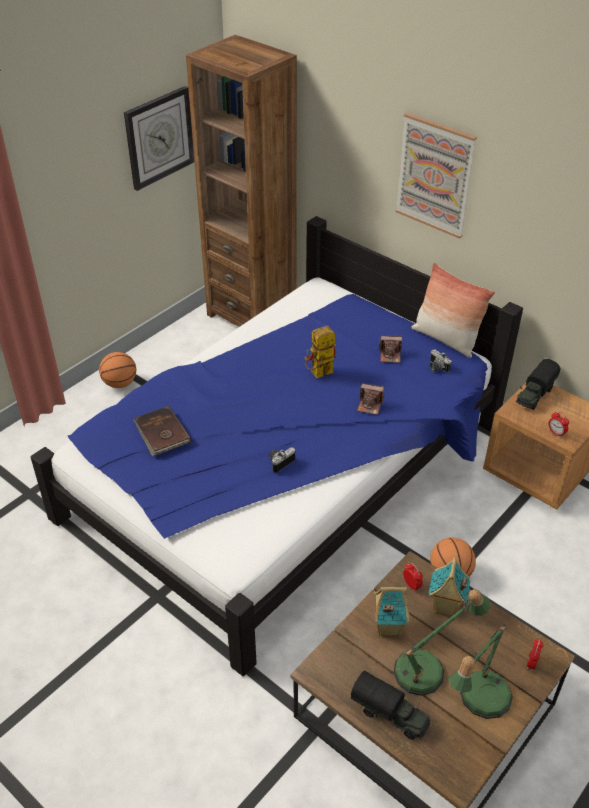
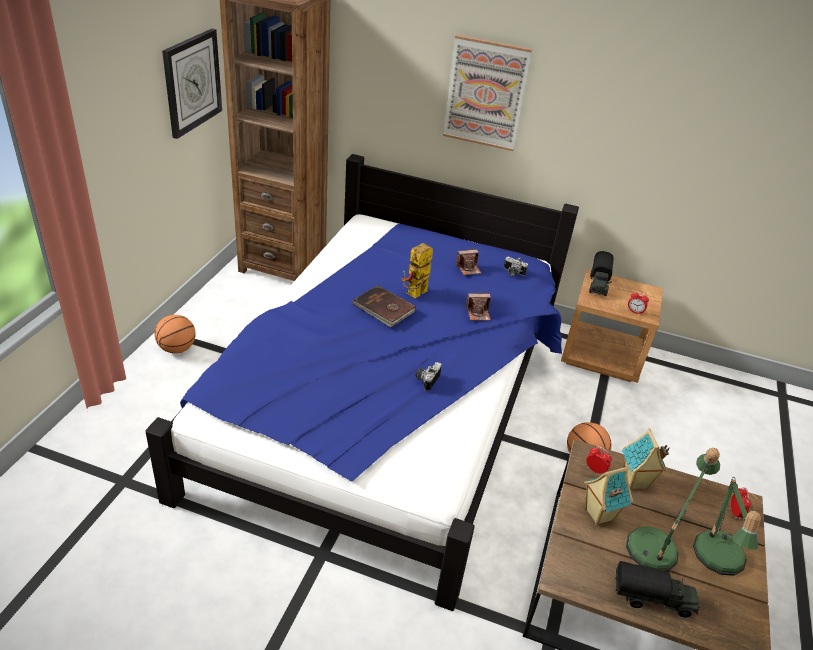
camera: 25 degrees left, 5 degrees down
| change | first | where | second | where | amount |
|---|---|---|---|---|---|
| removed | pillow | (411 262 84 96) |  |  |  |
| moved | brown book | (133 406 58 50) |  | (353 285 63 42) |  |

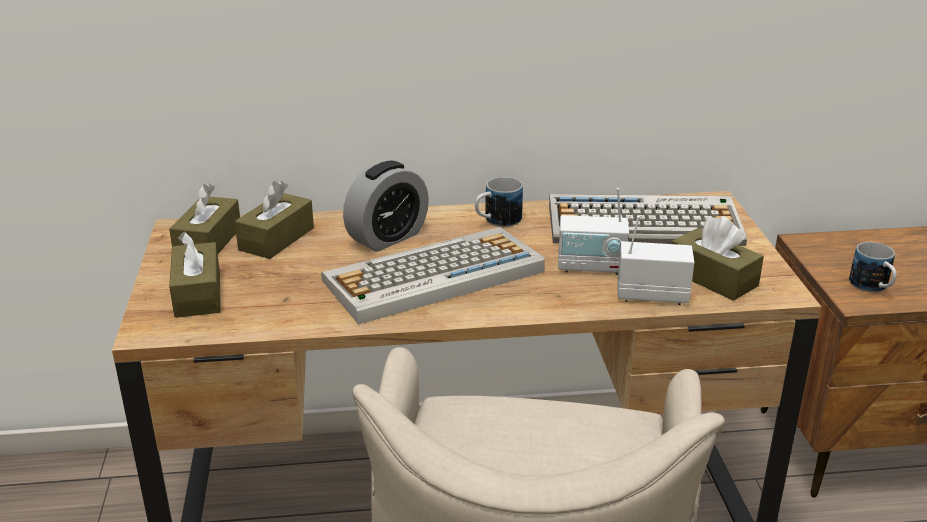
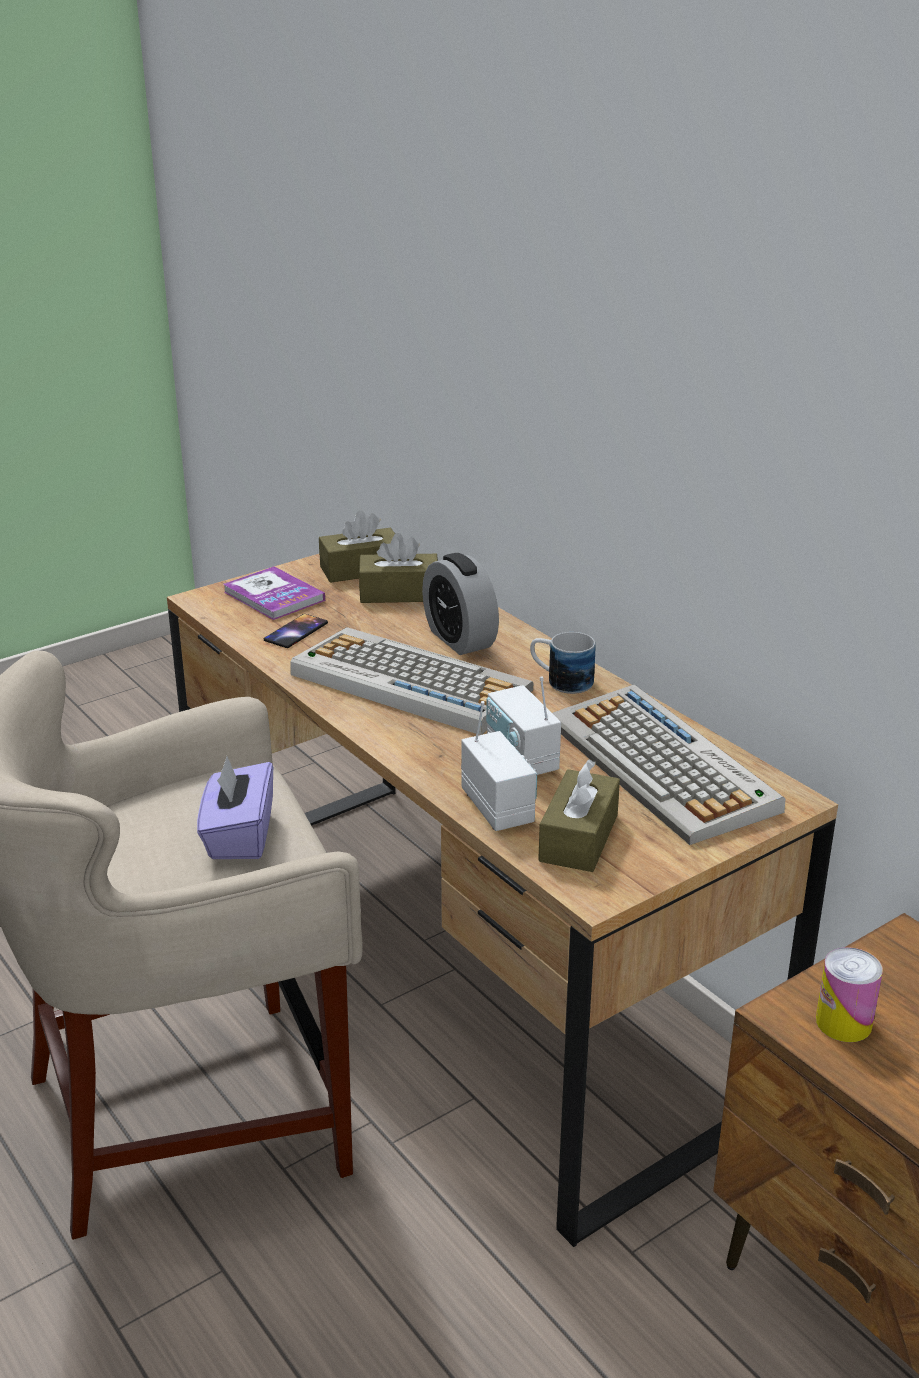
camera: 60 degrees right, 0 degrees up
| change | first | where | second | where | amount |
|---|---|---|---|---|---|
| turned | alarm clock | (343 161 86 91) |  | (422 553 77 102) | 45 degrees clockwise |
| replaced | brown tissue box | (169 232 52 86) | book | (223 567 102 53) |  |
| replaced | mug | (849 242 48 50) | can | (816 947 67 95) |  |
| added |  |  | phone | (264 614 64 34) |  |
| added |  |  | purple tissue box | (197 756 76 103) |  |

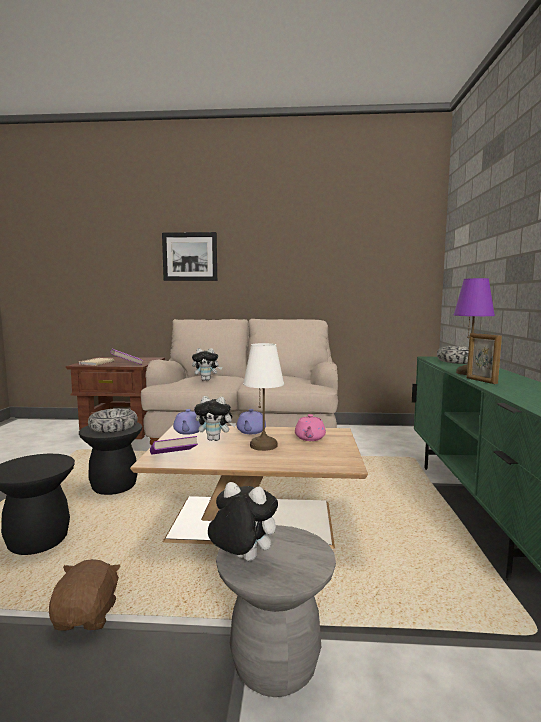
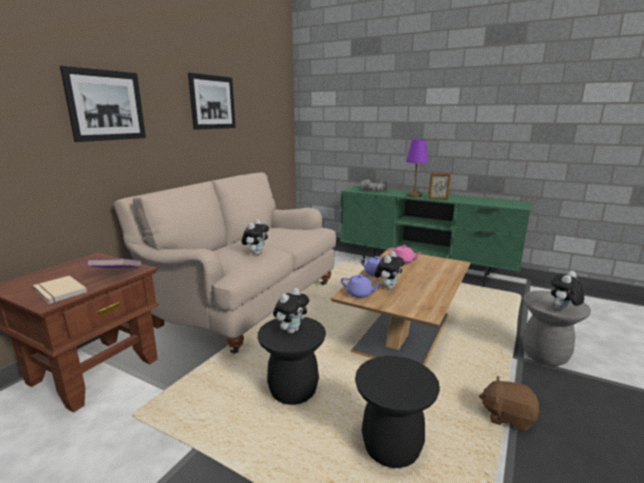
camera: 65 degrees left, 10 degrees up
| change | first | where | second | where | amount |
|---|---|---|---|---|---|
| removed | white table lamp | (243 343 41 108) |  |  |  |
| replaced | bowl | (88 408 50 25) | plush toy | (273 288 36 46) |  |
| removed | purple book | (150 436 48 18) |  |  |  |
| added |  |  | picture | (188 73 48 57) |  |

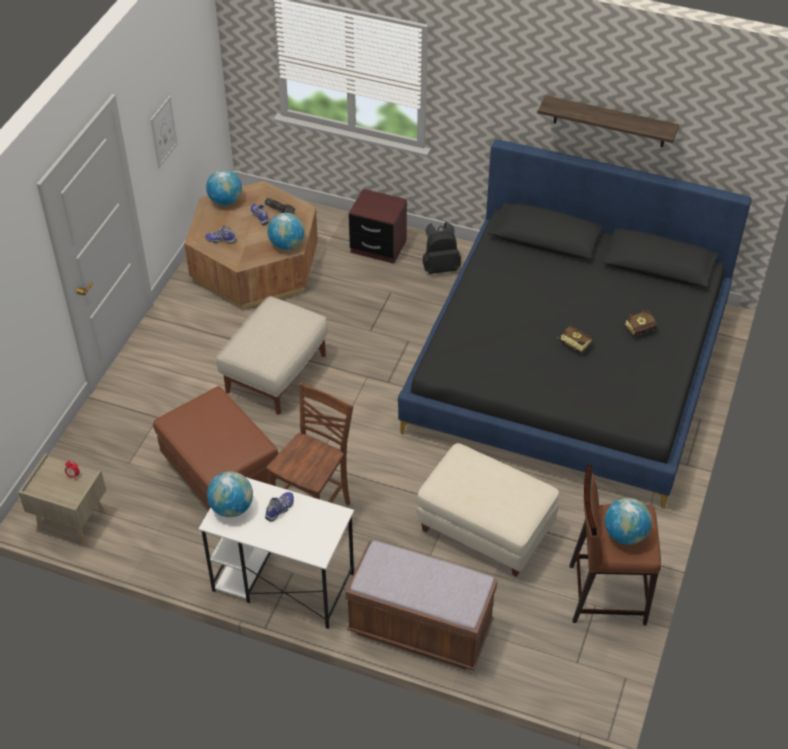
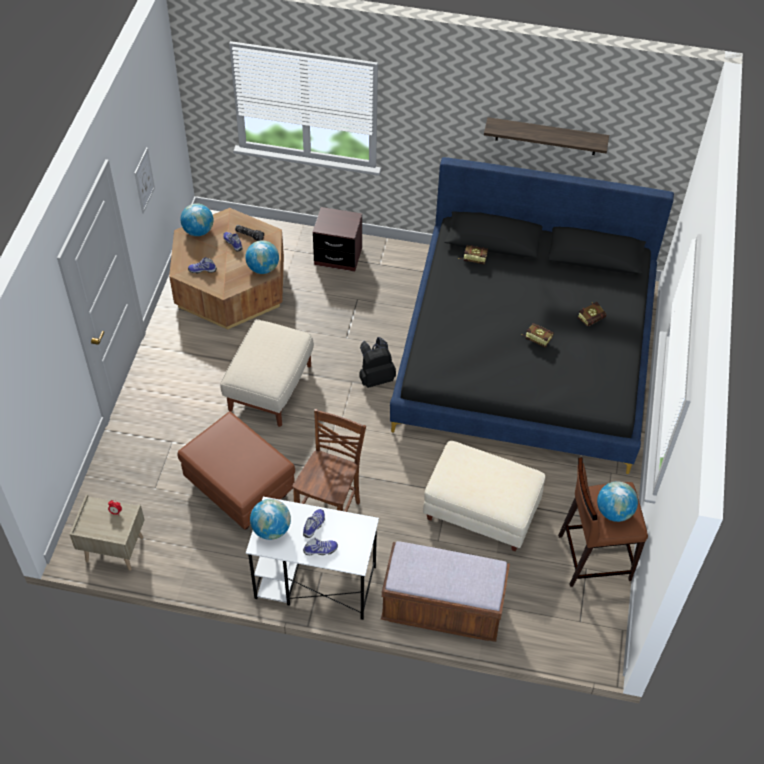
camera: 10 degrees left, 5 degrees up
| change | first | where | second | where | amount |
|---|---|---|---|---|---|
| moved | black backpack | (423 221 38 53) |  | (359 337 37 51) |  |
| added |  |  | book | (458 245 30 20) |  |
| added |  |  | shoe | (303 538 35 17) |  |

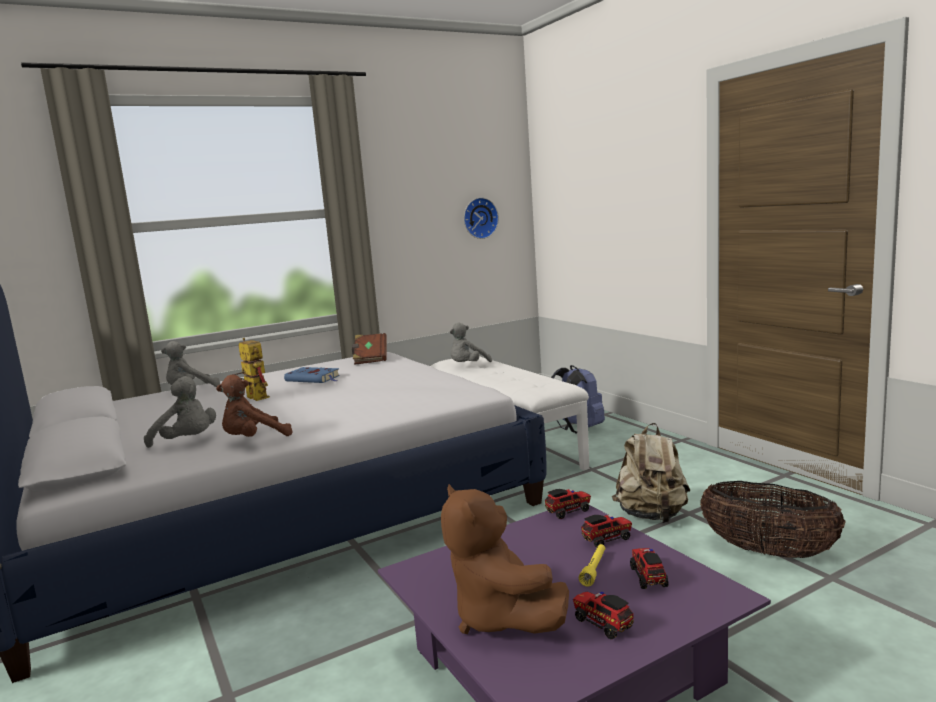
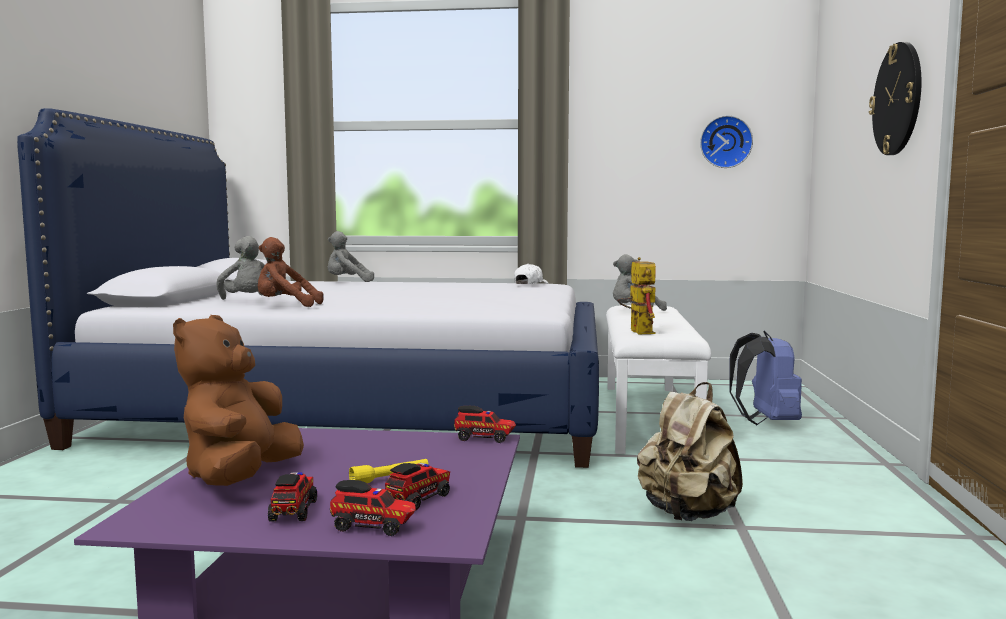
camera: 35 degrees right, 5 degrees down
| change | first | where | second | where | amount |
|---|---|---|---|---|---|
| replaced | brown book | (352 333 35 32) | white cap | (514 263 35 21) |  |
| moved | toy robot | (232 338 38 63) |  | (618 257 38 77) |  |
| removed | blue book | (284 367 56 16) |  |  |  |
| removed | basket | (700 481 146 77) |  |  |  |
| moved | toy truck | (581 515 51 33) |  | (330 480 86 56) |  |
| added |  |  | wall clock | (869 42 52 113) |  |

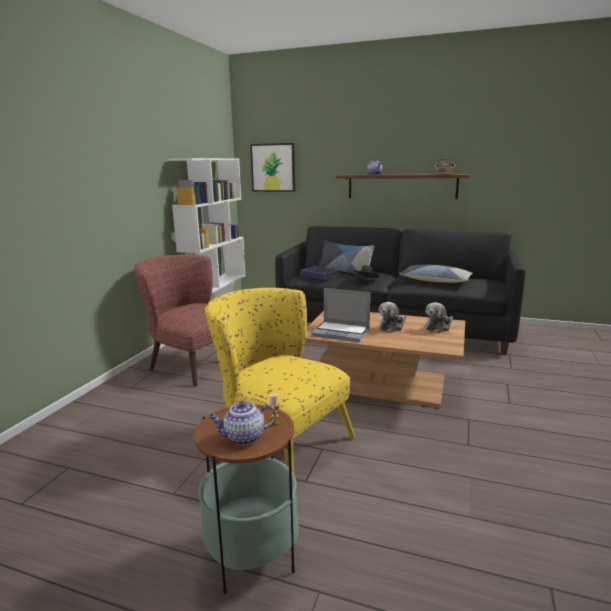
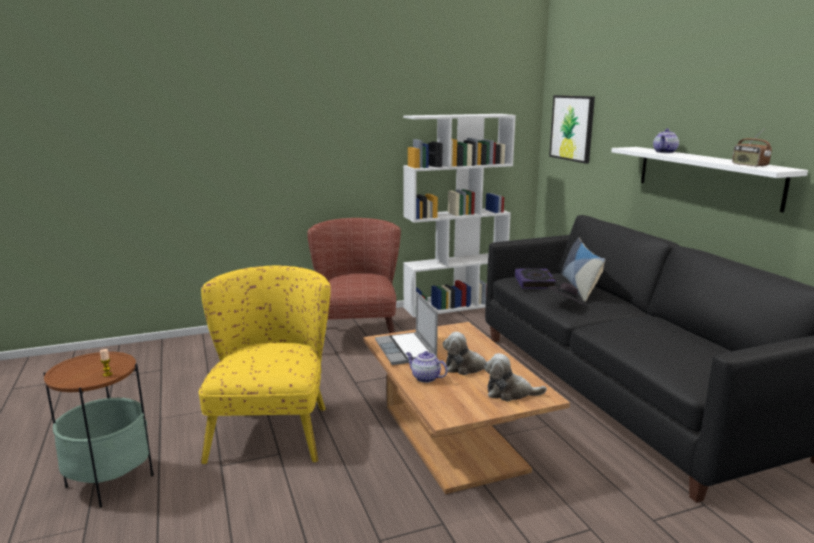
camera: 50 degrees right, 0 degrees up
| change | first | where | second | where | amount |
|---|---|---|---|---|---|
| recoloured | brown shelf | (336 174 133 25) | white shelf | (611 147 197 66) |  |
| removed | pillow | (399 264 74 19) |  |  |  |
| moved | teapot | (209 401 68 44) |  | (406 351 42 32) |  |

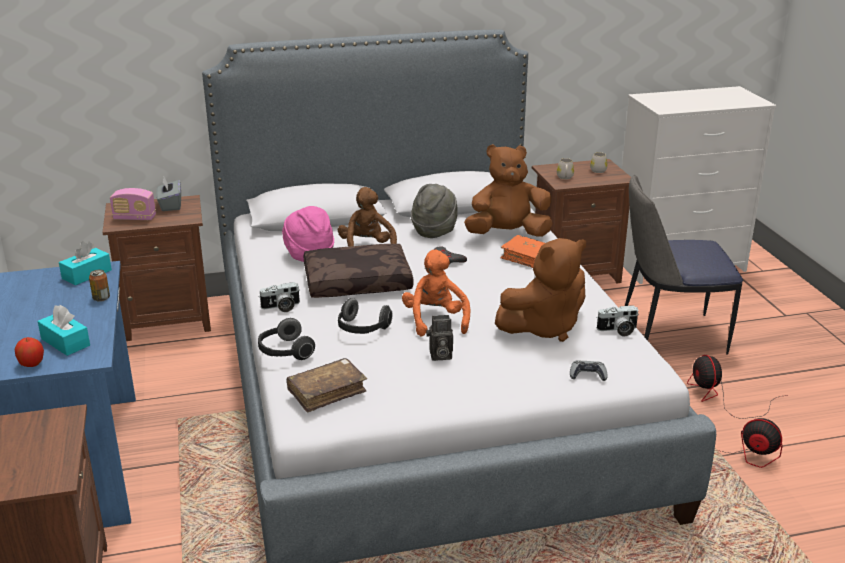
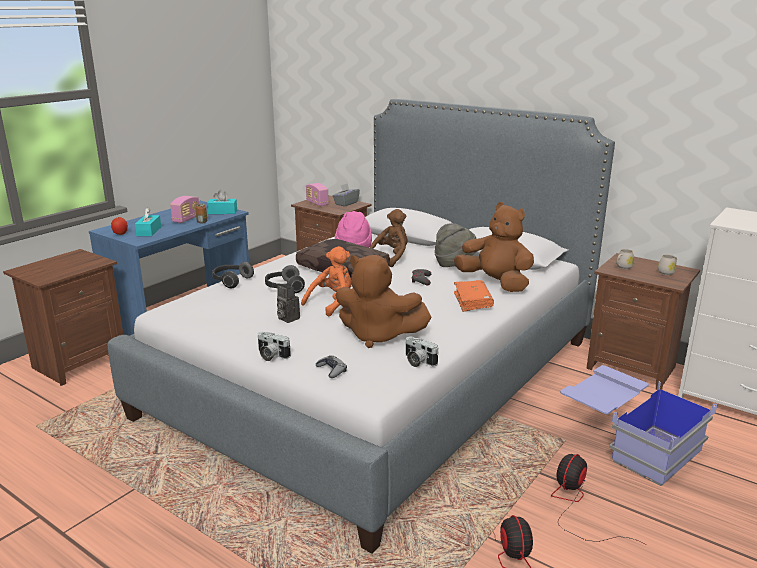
camera: 50 degrees right, 5 degrees down
| change | first | where | second | where | amount |
|---|---|---|---|---|---|
| replaced | chair | (625 175 118 180) | blue storage box | (560 365 157 121) |  |
| moved | photo camera | (260 282 40 30) |  | (258 332 33 29) |  |
| removed | brown book | (287 358 80 55) |  |  |  |
| added |  |  | radio | (170 196 29 27) |  |

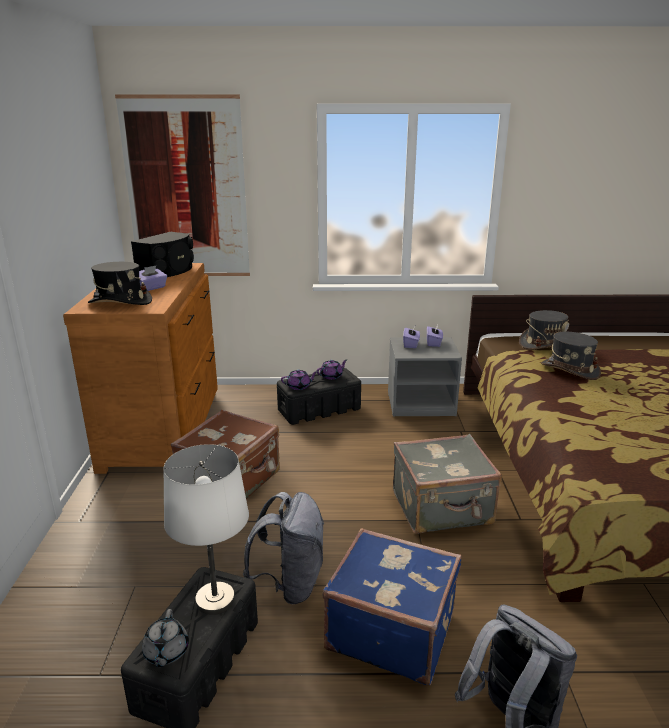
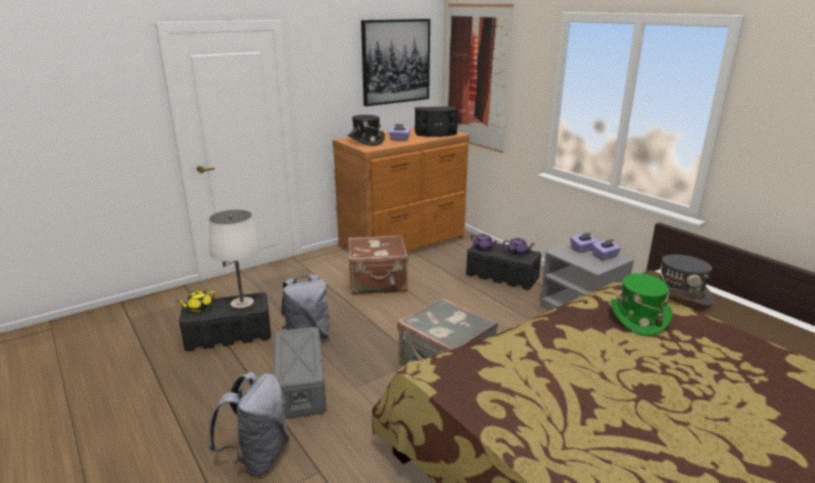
camera: 55 degrees right, 0 degrees up
| change | first | where | second | where | amount |
|---|---|---|---|---|---|
| recoloured | grey hat | (541 332 60 48) | green hat | (610 273 63 63) |  |
| replaced | blue suitcase | (322 528 139 157) | grey storage box | (273 327 53 92) |  |
| recoloured | grey teapot | (142 609 47 58) | yellow teapot | (176 290 40 22) |  |
| added |  |  | picture | (361 19 69 87) |  |

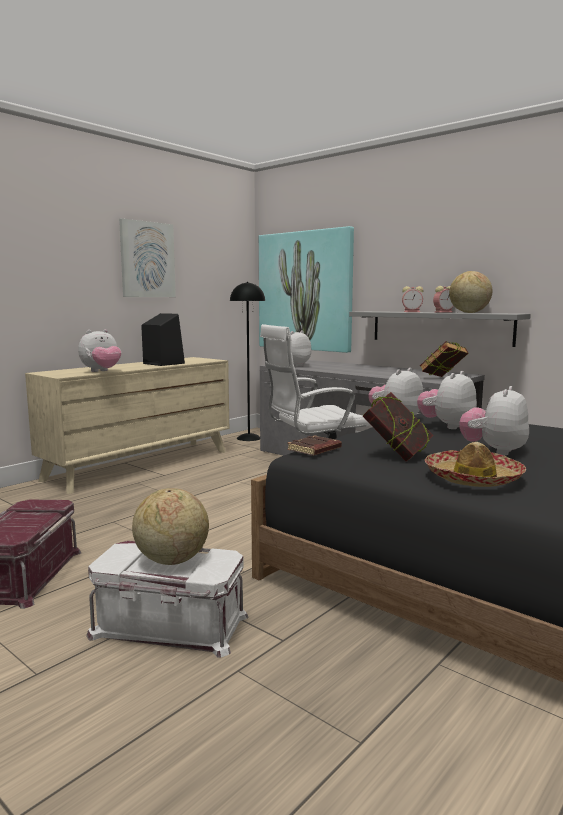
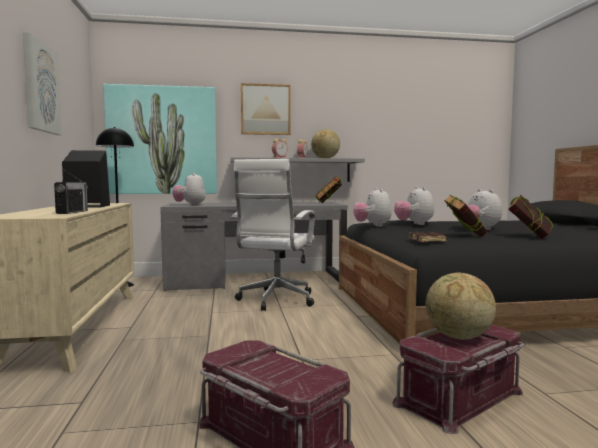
camera: 50 degrees left, 5 degrees down
| change | first | where | second | where | amount |
|---|---|---|---|---|---|
| replaced | plush toy | (78 329 43 43) | radio | (54 169 34 45) |  |
| replaced | hat | (425 442 101 45) | book | (509 195 44 44) |  |
| recoloured | white storage box | (86 541 163 117) | red storage box | (392 325 132 109) |  |
| added |  |  | picture | (241 83 49 52) |  |

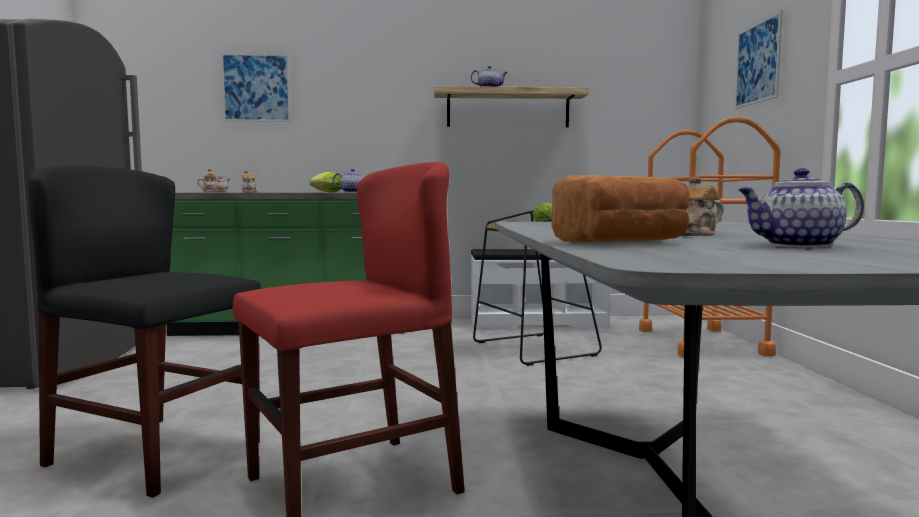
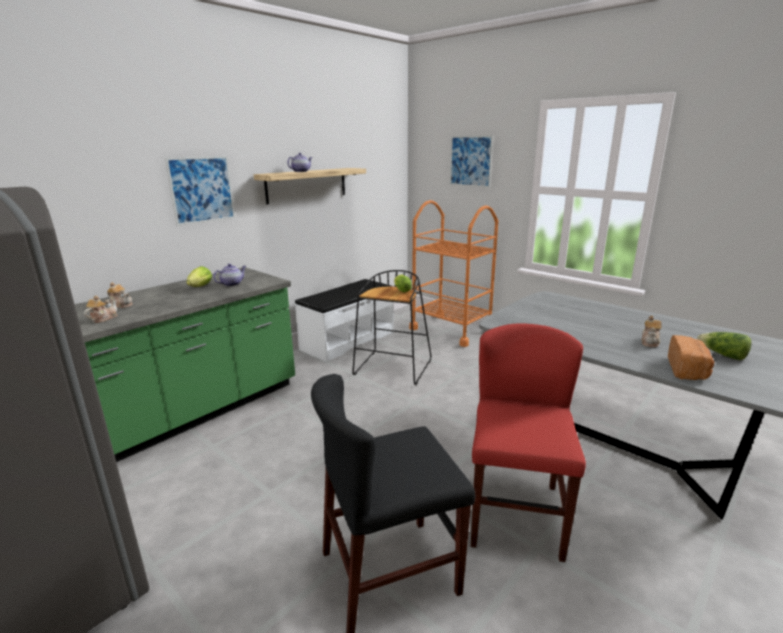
camera: 45 degrees left, 15 degrees up
| change | first | where | second | where | amount |
|---|---|---|---|---|---|
| moved | picture | (221 53 70 69) |  | (165 156 70 70) |  |
| replaced | teapot | (738 168 126 80) | lettuce | (697 332 55 28) |  |

